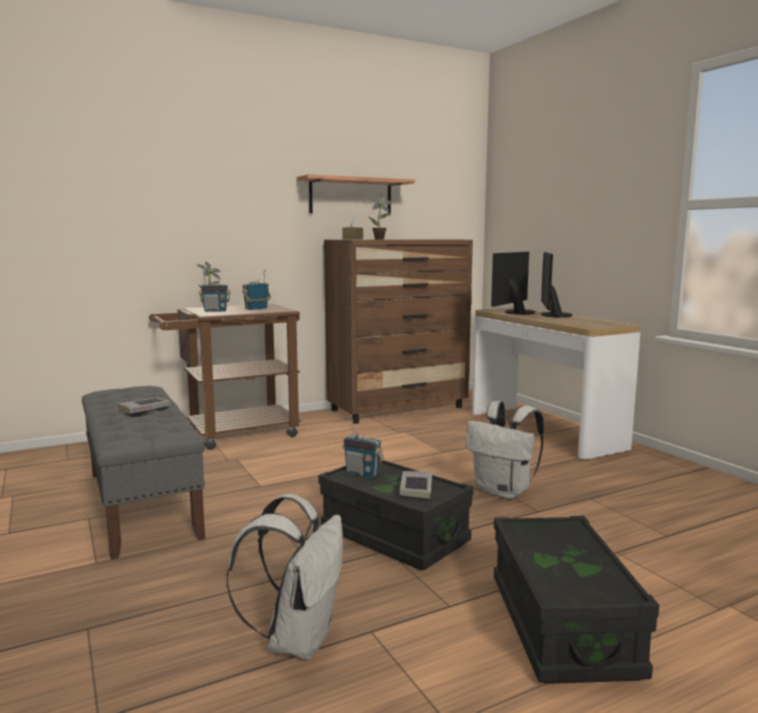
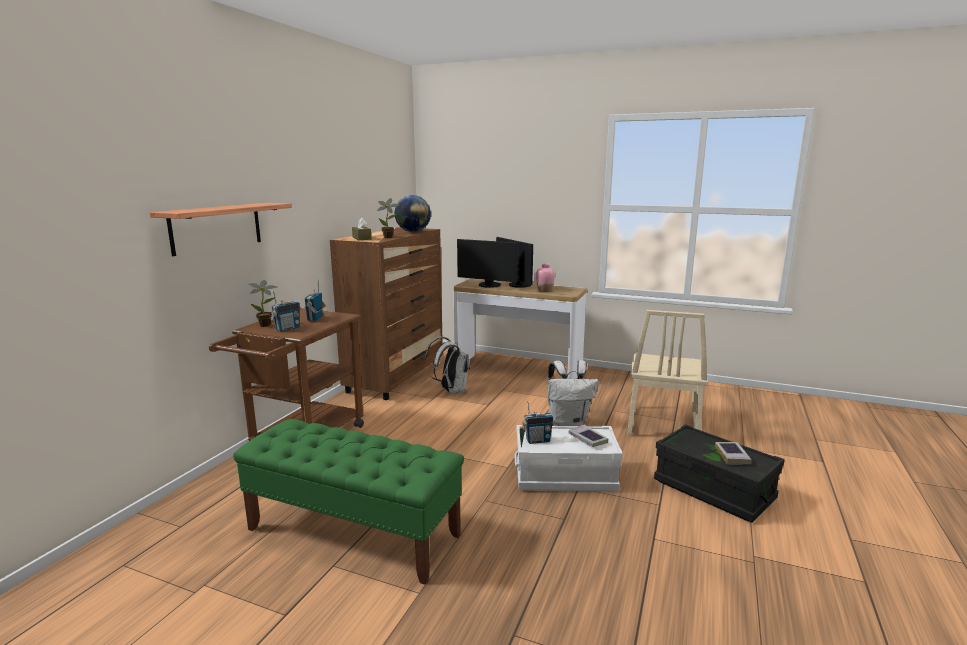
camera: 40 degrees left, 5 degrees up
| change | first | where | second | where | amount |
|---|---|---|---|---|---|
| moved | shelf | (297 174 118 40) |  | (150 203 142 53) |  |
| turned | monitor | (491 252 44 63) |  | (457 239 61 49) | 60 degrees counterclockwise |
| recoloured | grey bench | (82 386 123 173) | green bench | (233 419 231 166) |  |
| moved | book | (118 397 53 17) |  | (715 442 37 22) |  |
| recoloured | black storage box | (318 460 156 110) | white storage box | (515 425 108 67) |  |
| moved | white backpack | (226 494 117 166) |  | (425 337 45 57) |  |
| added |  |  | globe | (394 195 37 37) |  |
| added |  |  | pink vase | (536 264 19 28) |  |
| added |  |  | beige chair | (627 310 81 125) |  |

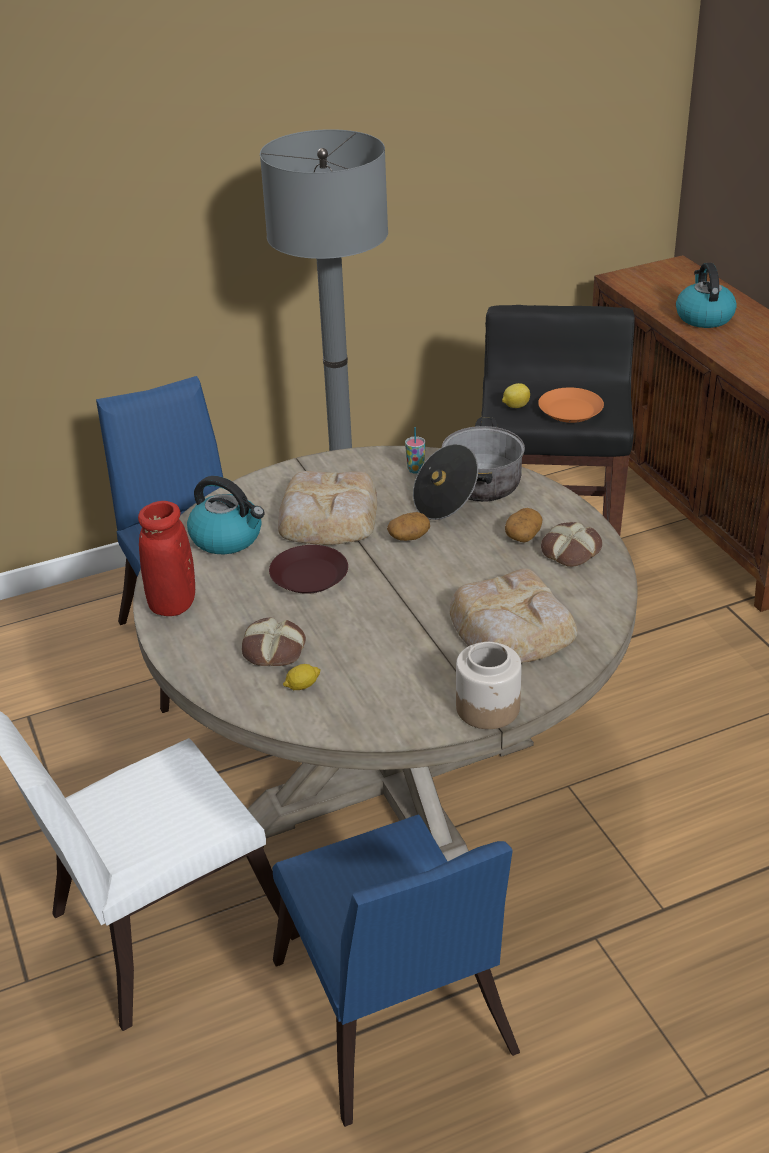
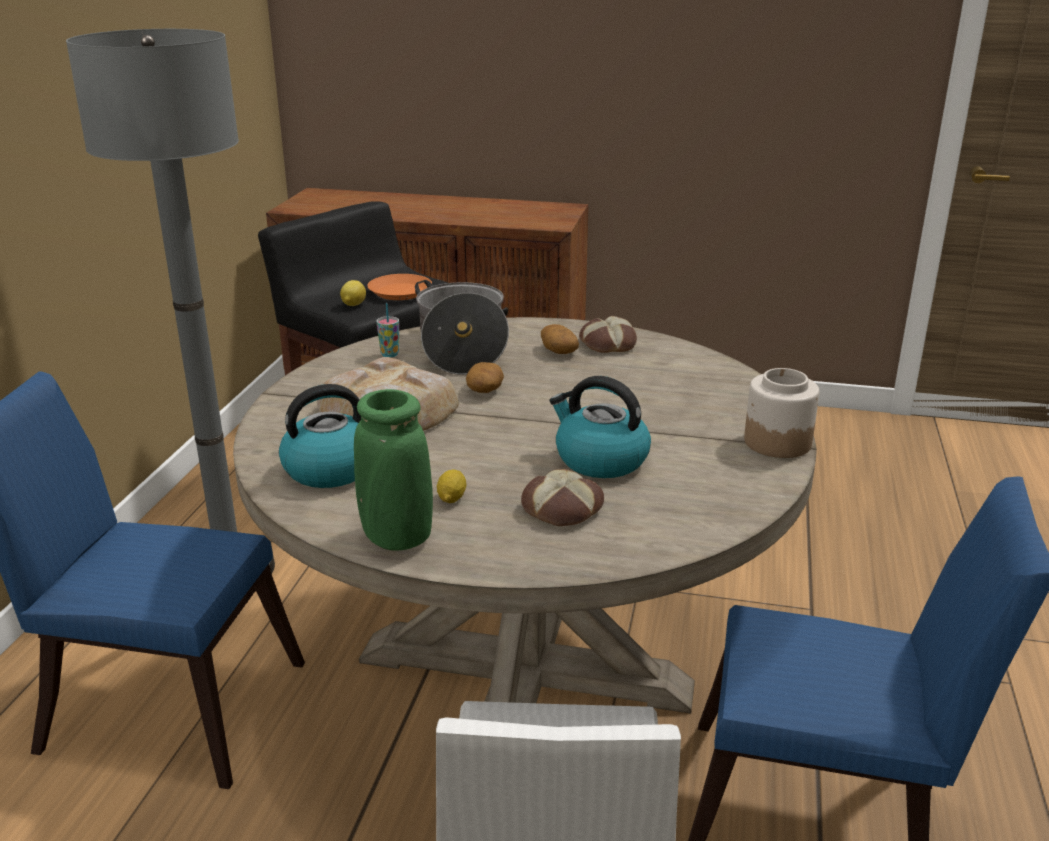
camera: 55 degrees left, 10 degrees down
| change | first | where | second | where | amount |
|---|---|---|---|---|---|
| moved | kettle | (676 263 61 65) |  | (549 376 102 102) |  |
| recoloured | red vase | (138 501 57 115) | green vase | (354 389 79 161) |  |
| removed | brown plate | (269 545 79 49) |  |  |  |
| removed | bread | (449 568 129 95) |  |  |  |
| moved | lemon | (283 664 38 26) |  | (437 469 29 34) |  |

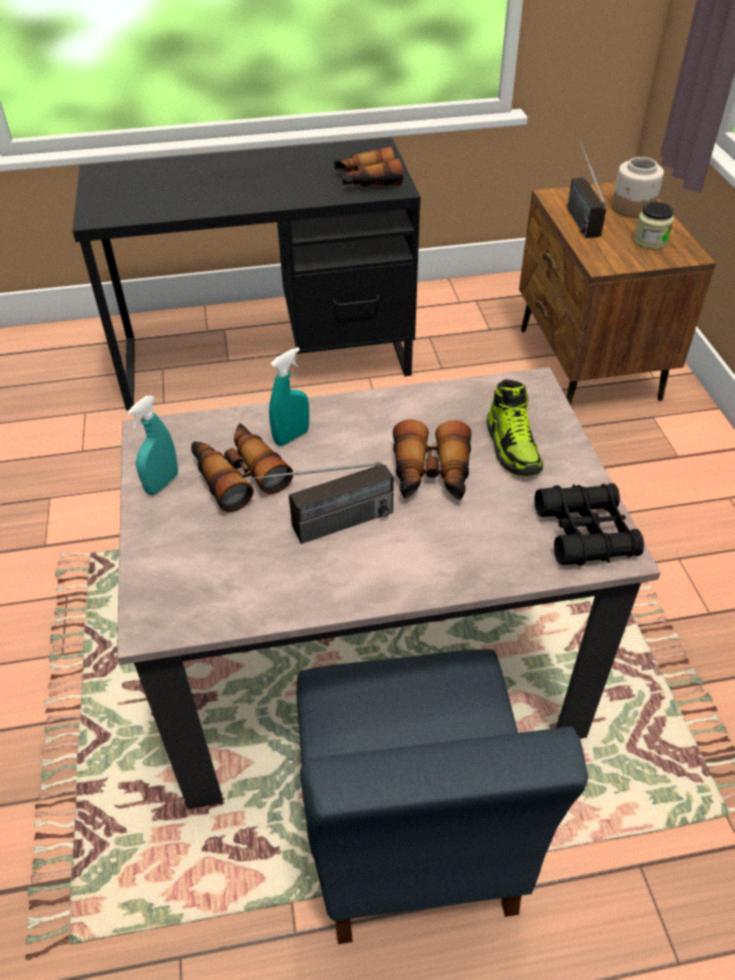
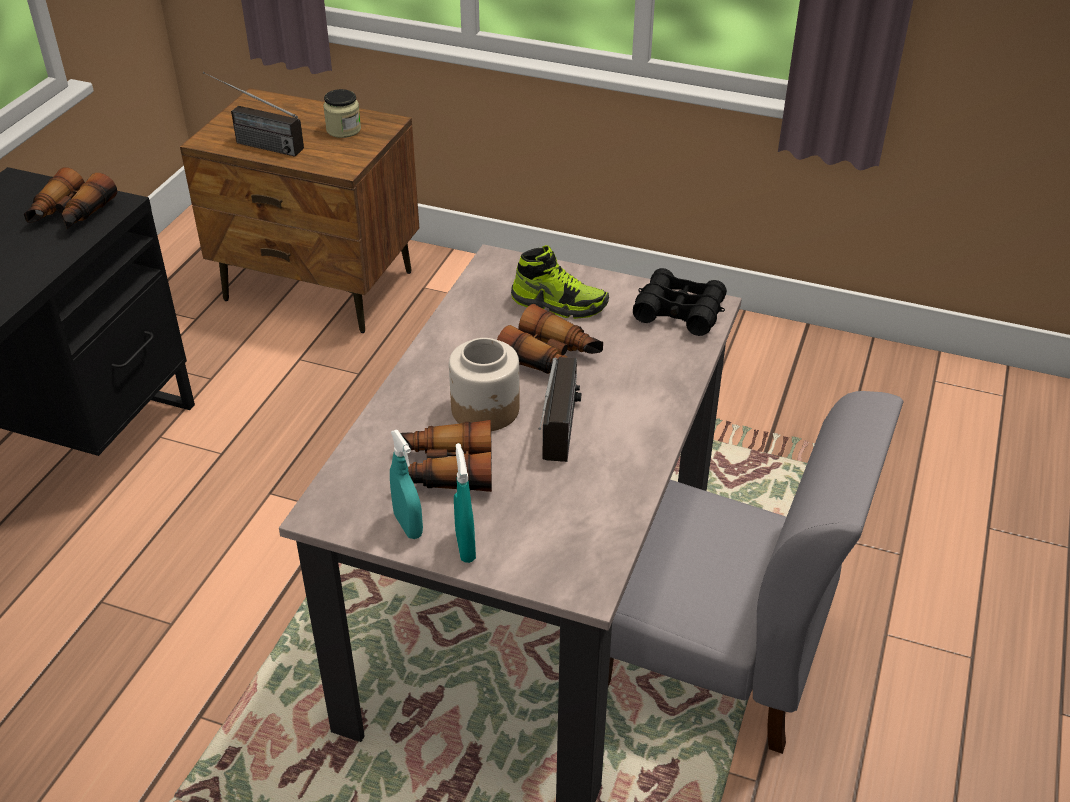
camera: 60 degrees left, 5 degrees down
| change | first | where | second | where | amount |
|---|---|---|---|---|---|
| moved | jar | (612 157 52 61) |  | (449 338 71 93) |  |
| moved | turquoise spray bottle | (269 347 40 99) |  | (454 443 22 120) |  |
| recoloured | blue chair | (297 649 291 295) | grey chair | (608 391 296 363) |  |

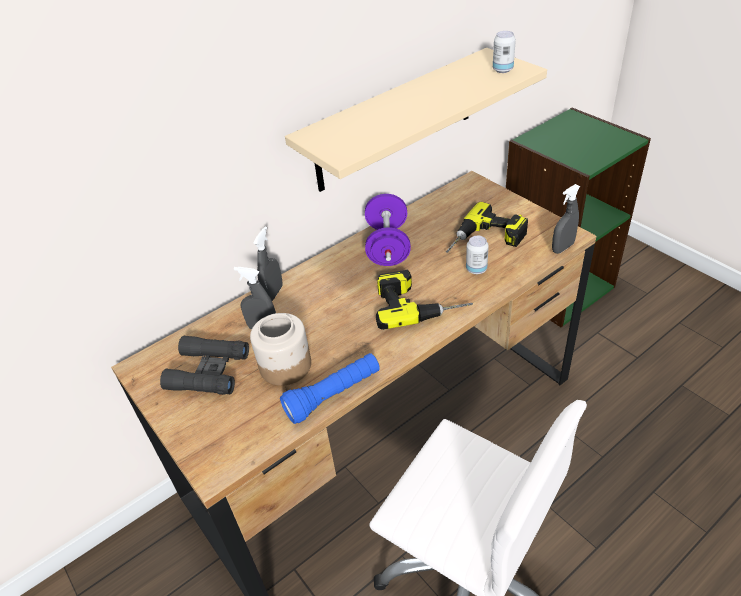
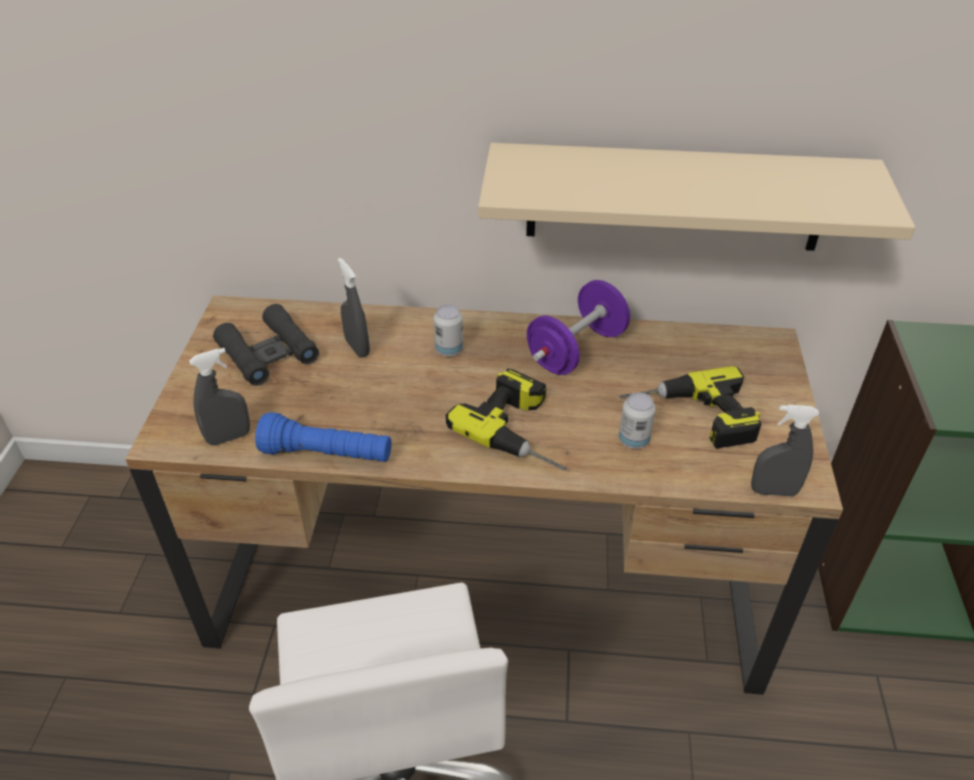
camera: 40 degrees right, 0 degrees up
| change | first | where | second | where | amount |
|---|---|---|---|---|---|
| moved | can | (493 31 23 42) |  | (434 304 29 52) |  |
| moved | grey spray bottle | (253 227 30 74) |  | (189 348 61 97) |  |
| removed | jar | (250 313 61 73) |  |  |  |

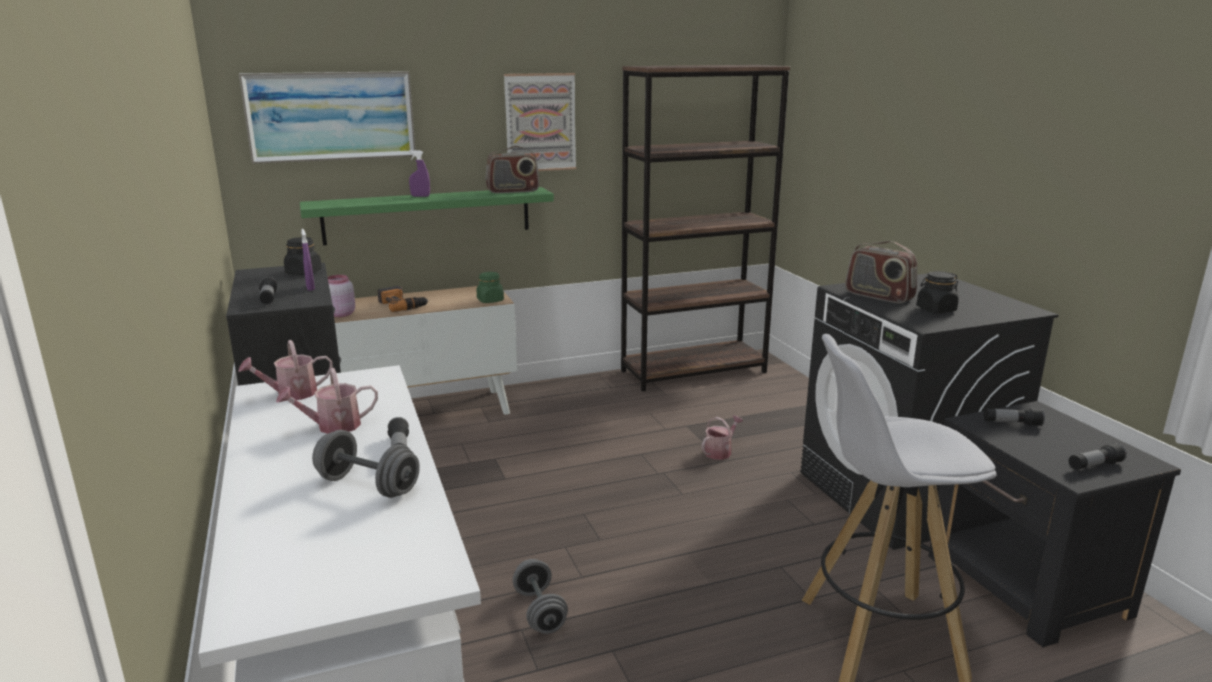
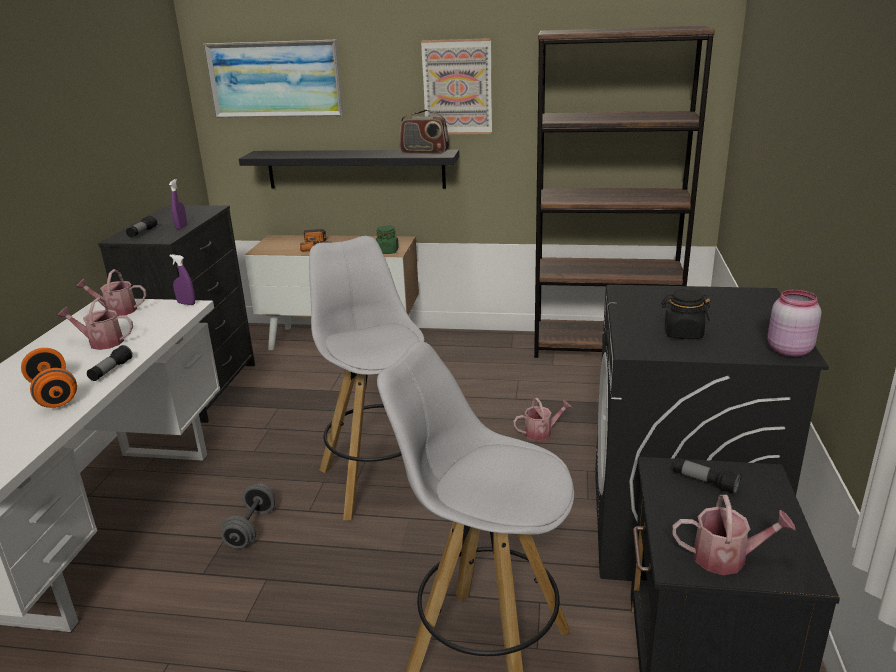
camera: 30 degrees right, 5 degrees up
| change | first | where | second | where | amount |
|---|---|---|---|---|---|
| moved | purple spray bottle | (409 150 21 47) |  | (169 254 26 51) |  |
| recoloured | green shelf | (300 187 254 58) | black shelf | (239 150 220 39) |  |
| removed | black jar | (284 237 38 38) |  |  |  |
| removed | radio | (845 241 72 62) |  |  |  |
| moved | pink jar | (328 275 27 42) |  | (767 290 55 67) |  |
| recoloured | grey dumbbell | (312 430 108 68) | orange dumbbell | (21 348 56 60) |  |
| replaced | flashlight | (1069 443 58 27) | watering can | (672 495 124 80) |  |
| added |  |  | white stool | (309 236 115 284) |  |

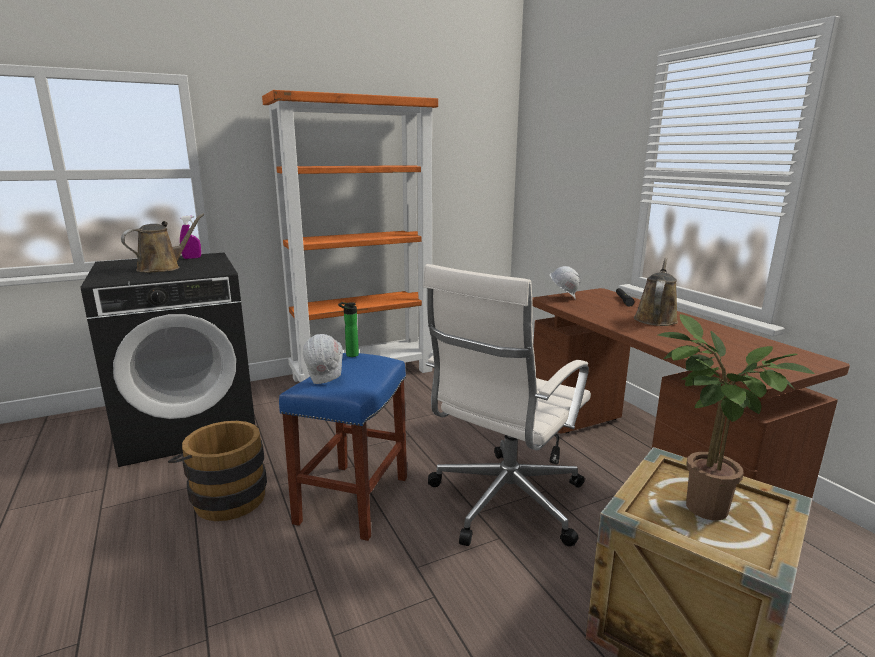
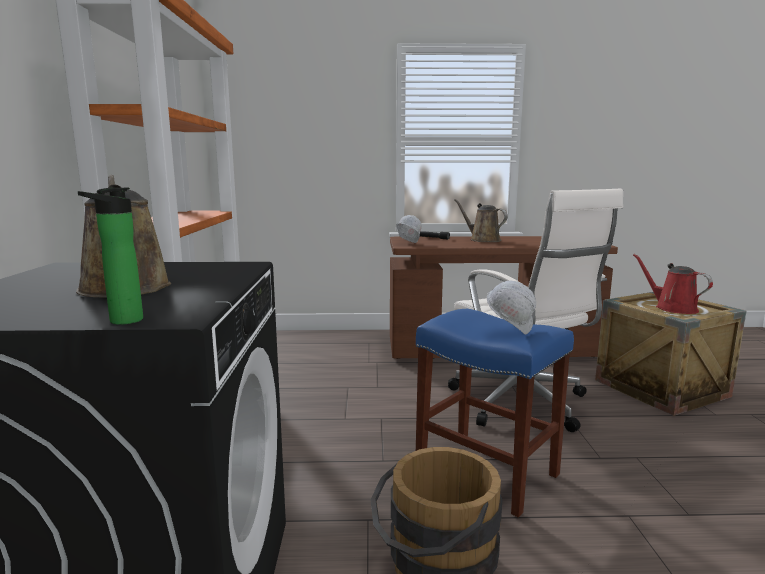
camera: 65 degrees left, 5 degrees down
| change | first | where | second | where | amount |
|---|---|---|---|---|---|
| removed | purple spray bottle | (180 216 21 43) |  |  |  |
| moved | bottle | (338 302 21 55) |  | (78 188 65 137) |  |
| replaced | potted plant | (658 314 157 206) | red watering can | (633 254 80 60) |  |

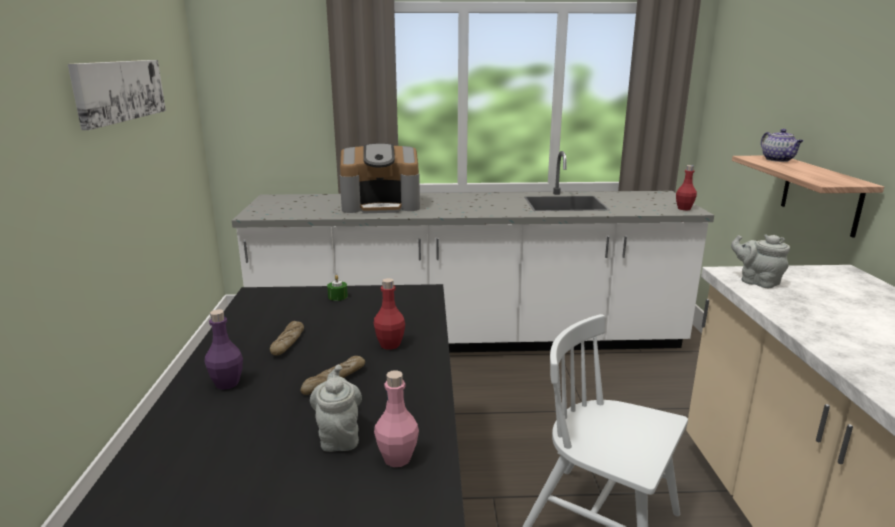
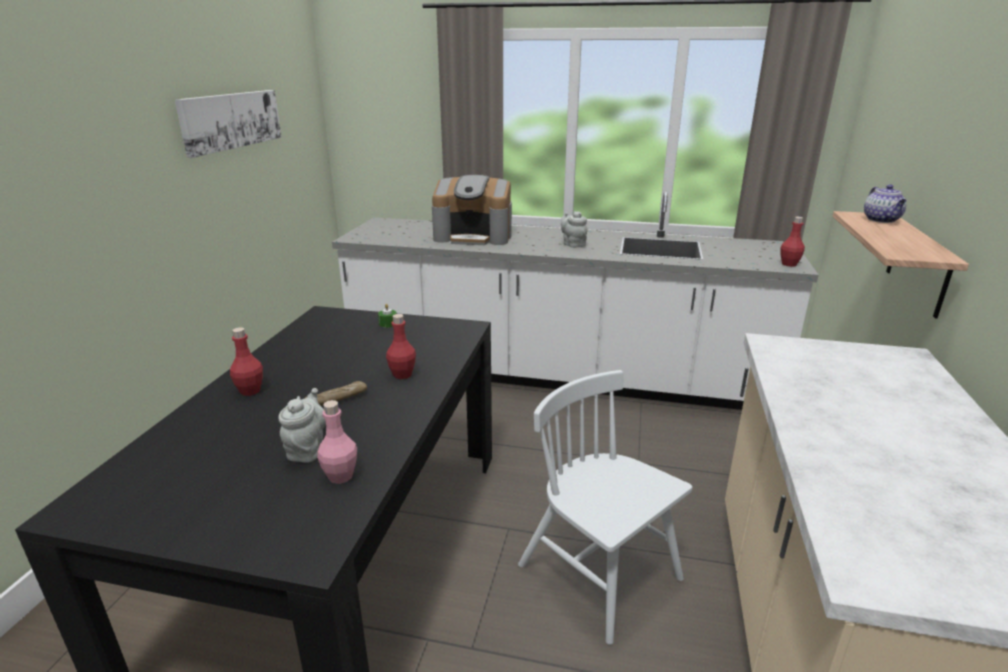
camera: 15 degrees right, 5 degrees up
| change | first | where | second | where | amount |
|---|---|---|---|---|---|
| moved | grey teapot | (731 234 59 54) |  | (561 211 26 37) |  |
| recoloured | purple bottle | (205 309 38 81) | red bottle | (230 327 33 69) |  |
| removed | bread | (270 321 34 35) |  |  |  |

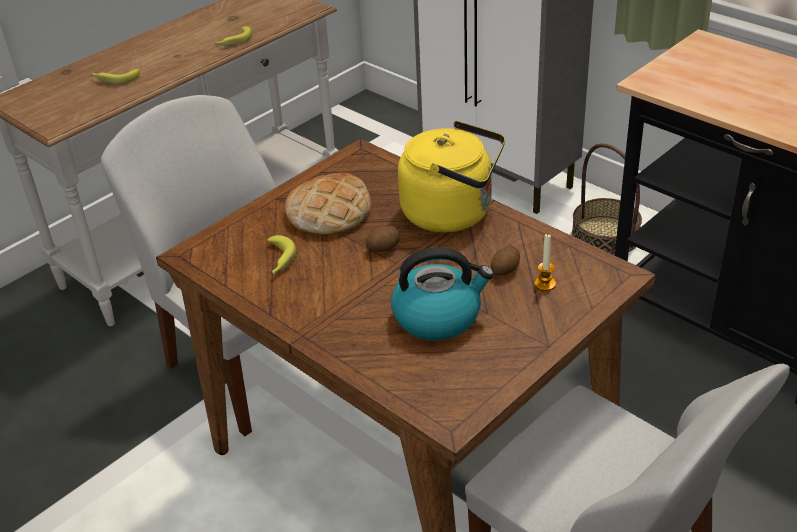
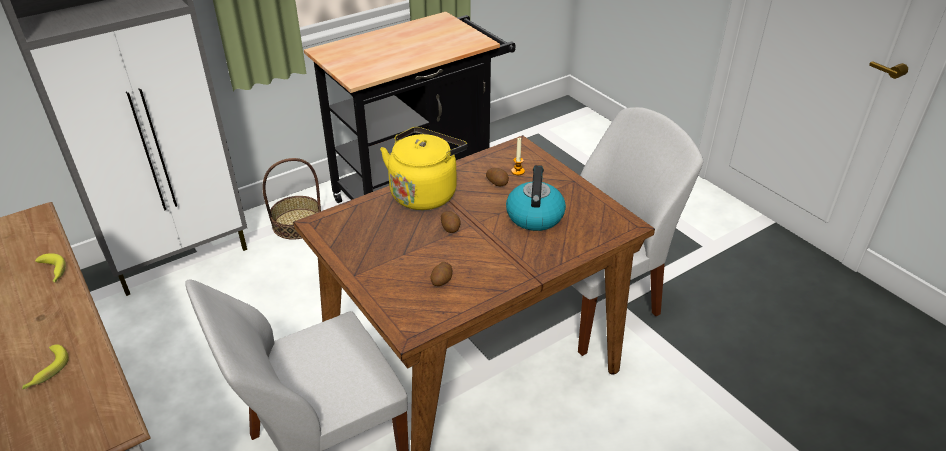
camera: 80 degrees left, 0 degrees up
| change | first | where | second | where | amount |
|---|---|---|---|---|---|
| removed | bread | (285 173 86 62) |  |  |  |
| replaced | banana | (267 235 29 39) | potato | (430 262 22 24) |  |

